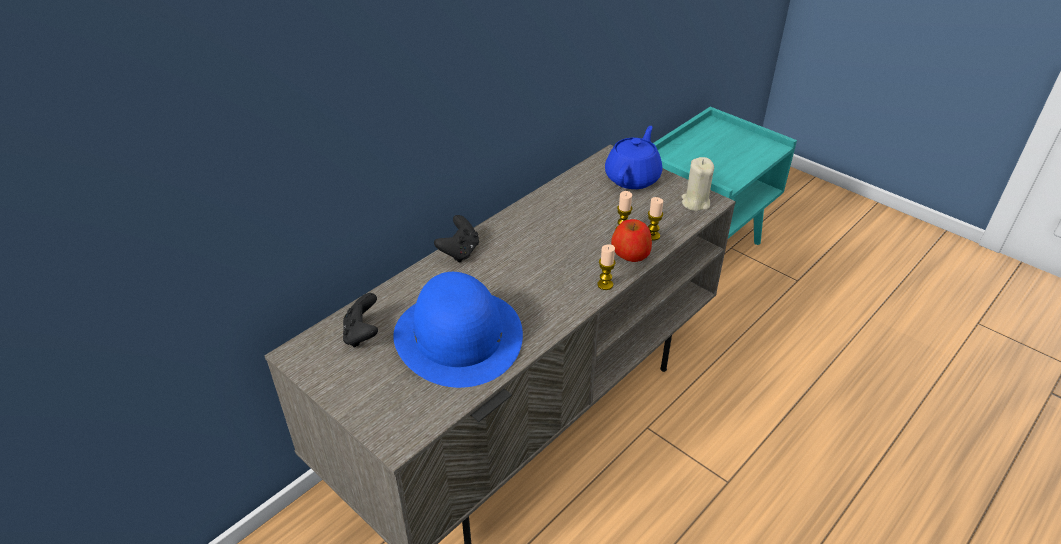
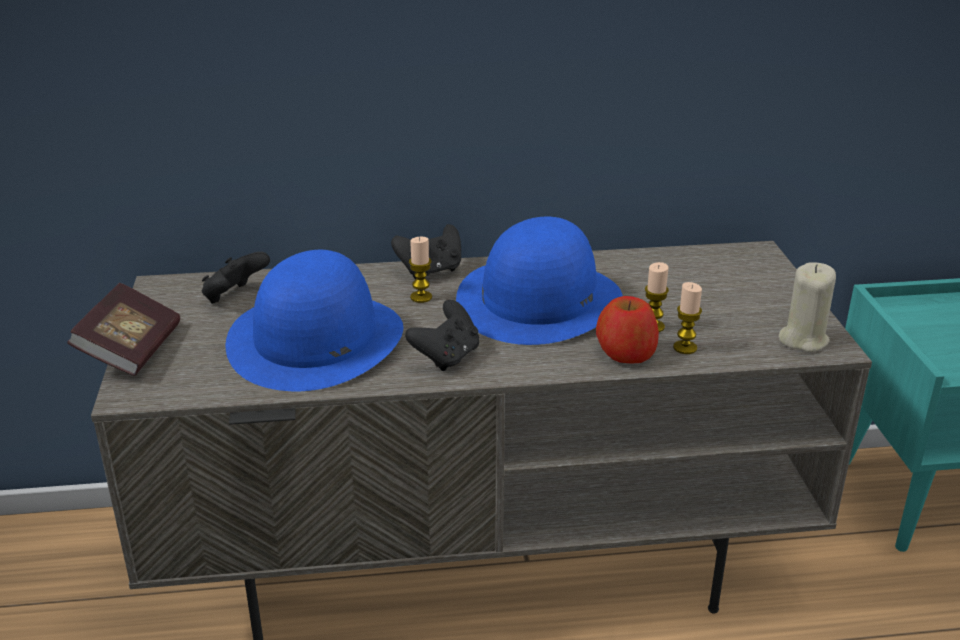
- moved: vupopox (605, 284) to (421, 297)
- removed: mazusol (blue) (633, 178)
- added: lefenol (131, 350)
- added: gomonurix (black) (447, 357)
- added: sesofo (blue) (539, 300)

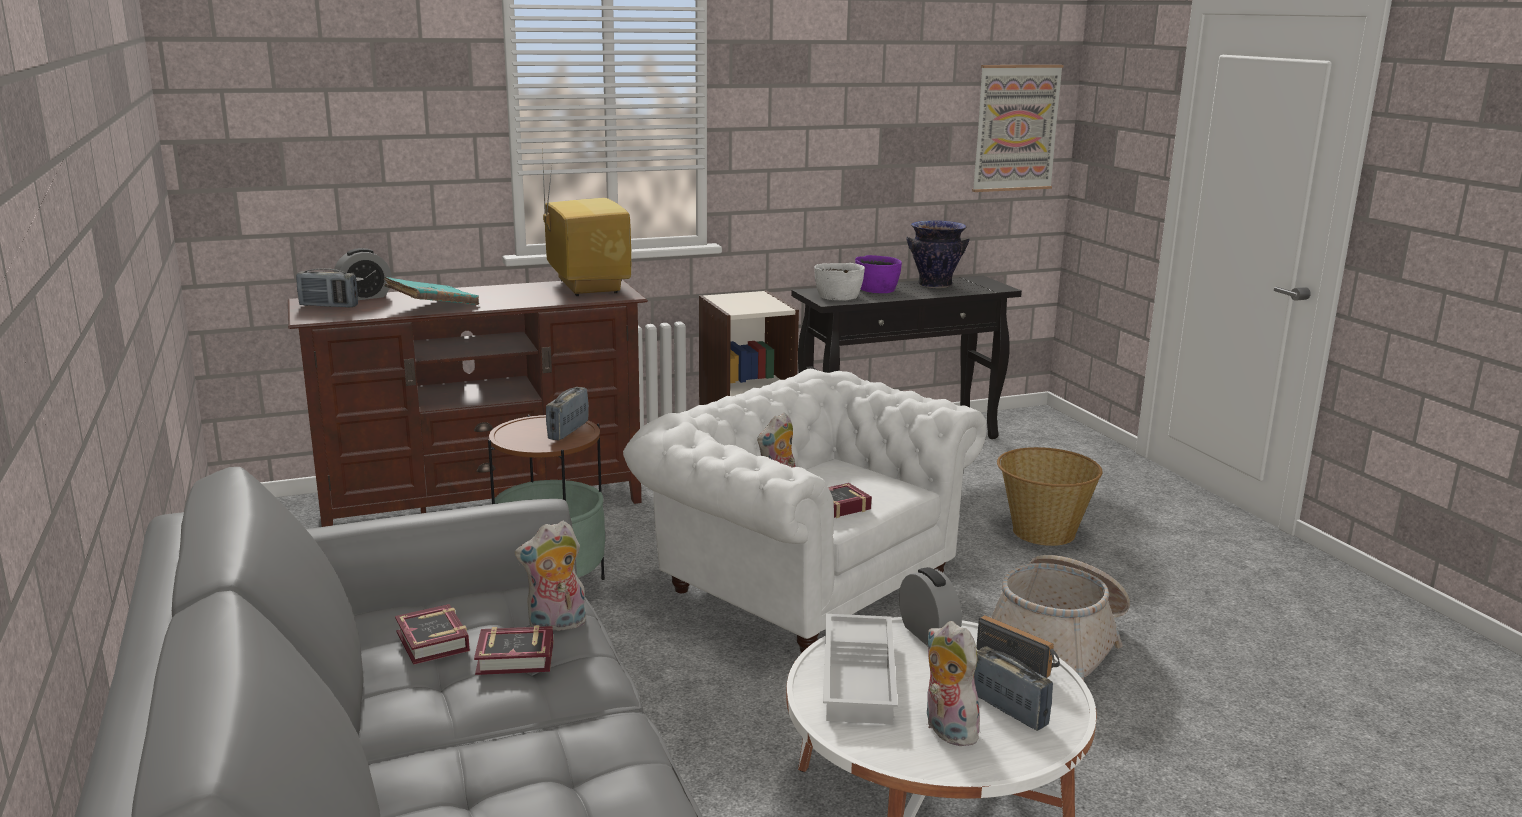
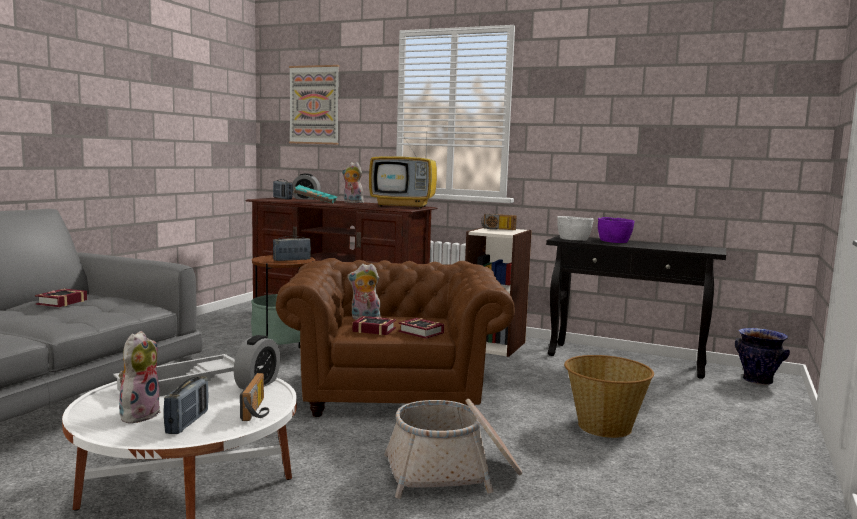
- moved: lefenol (518, 659) to (421, 333)
- moved: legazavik (556, 626) to (352, 202)
- turned: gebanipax (585, 286) = (404, 206) 75 degrees clockwise
- recoloured: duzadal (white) (801, 580) to duzadal (brown) (394, 391)
- moved: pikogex (935, 285) to (758, 381)
- moved: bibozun (1016, 128) to (314, 105)
- added: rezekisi (498, 229)

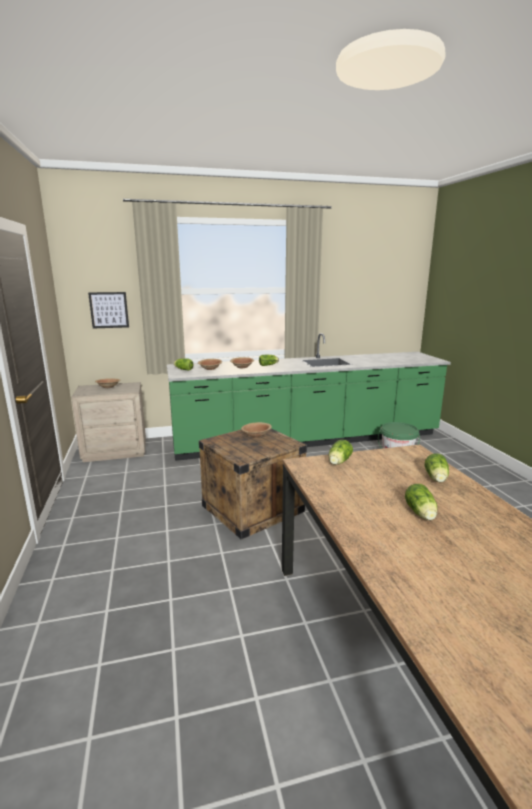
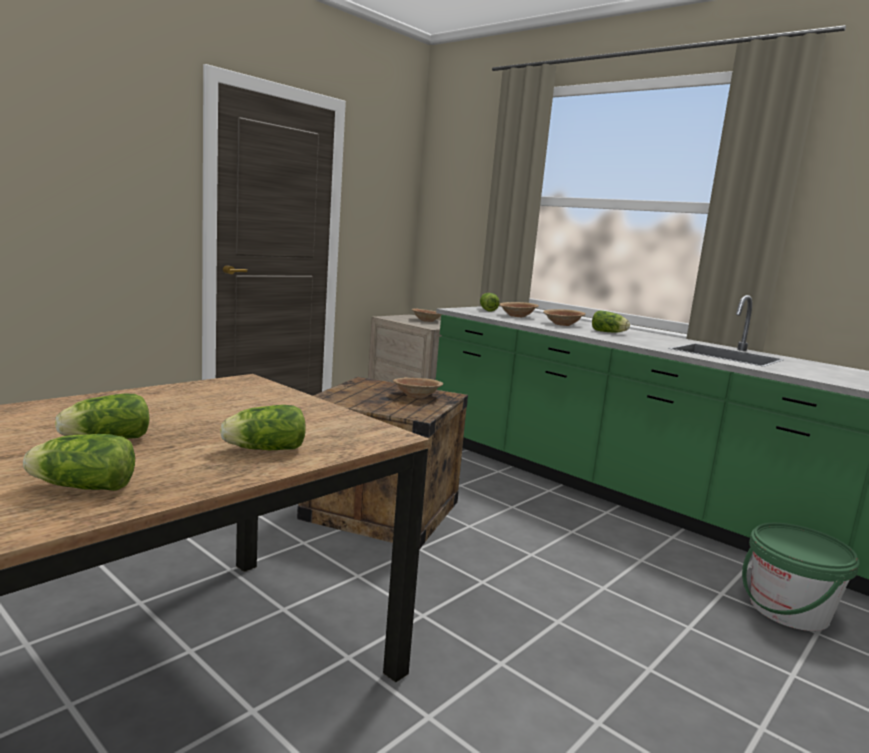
- removed: bibozun (109, 310)
- moved: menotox (338, 462) to (80, 487)

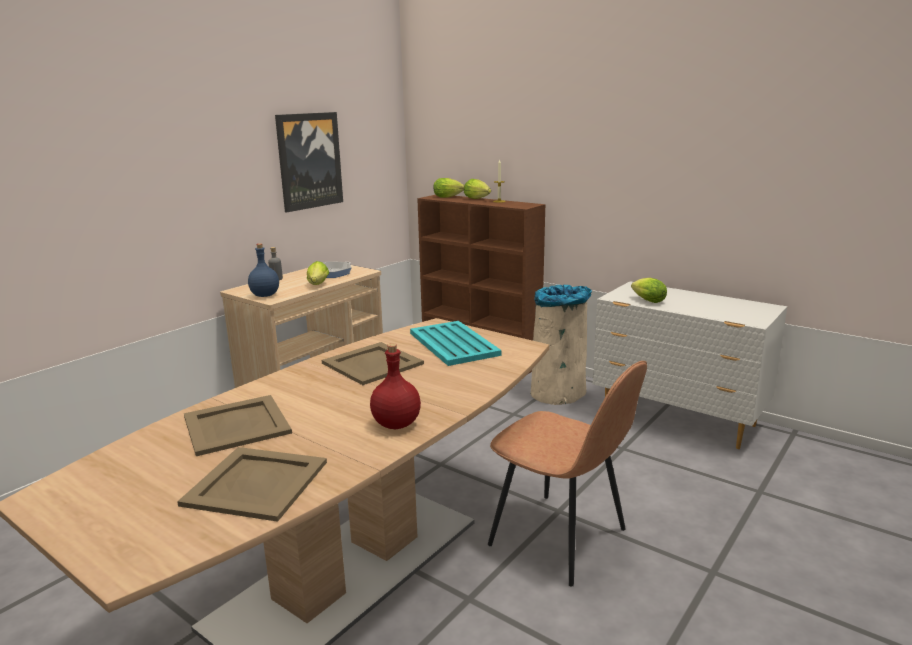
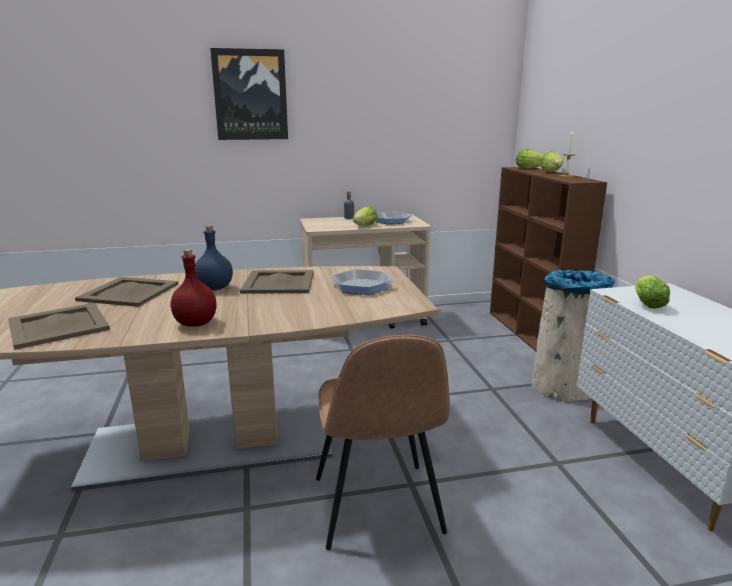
- moved: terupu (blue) (265, 295) to (215, 288)
- moved: bibozun (309, 161) to (250, 95)
- replaced: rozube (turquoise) (453, 344) to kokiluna (362, 286)

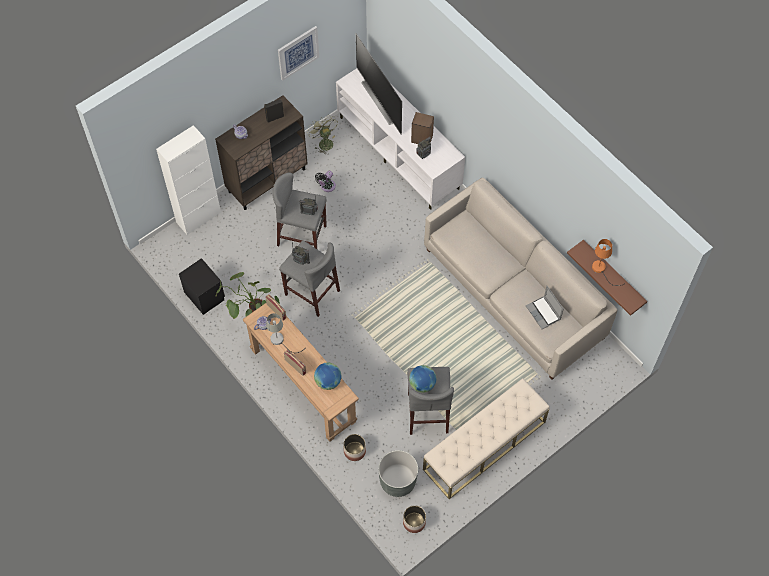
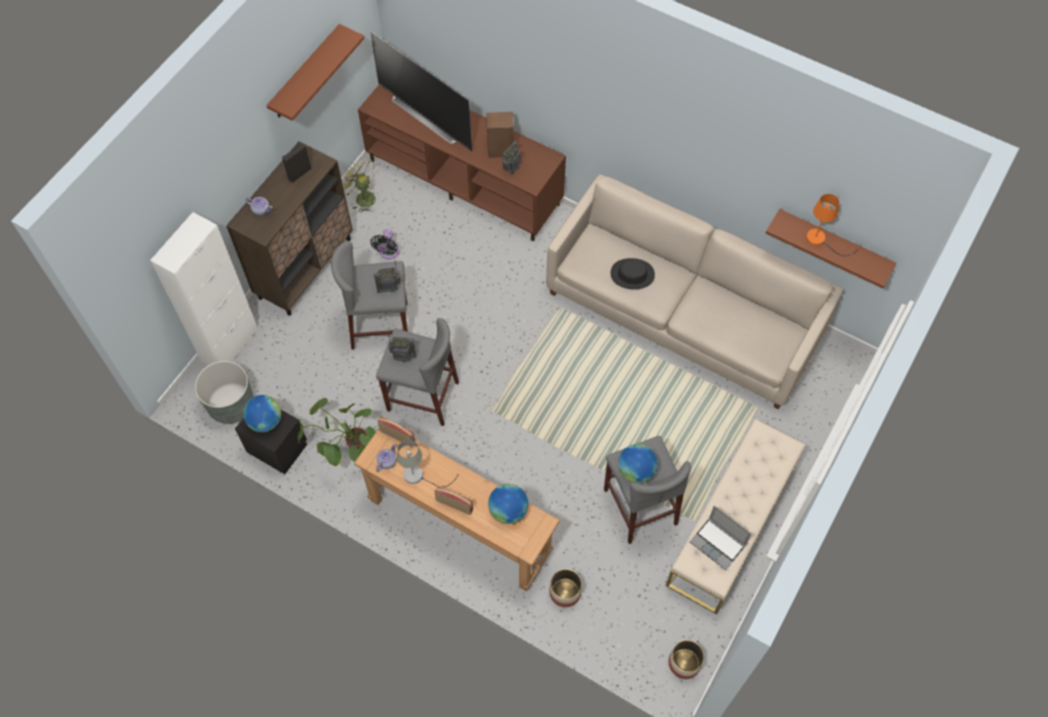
- replaced: bibozun (298, 52) to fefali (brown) (305, 73)
- recoloured: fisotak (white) (399, 153) to fisotak (brown) (464, 182)
- moved: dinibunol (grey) (398, 481) to (231, 404)
- moved: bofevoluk (544, 313) to (718, 544)
- added: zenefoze (265, 421)
- added: sesofo (black) (632, 274)

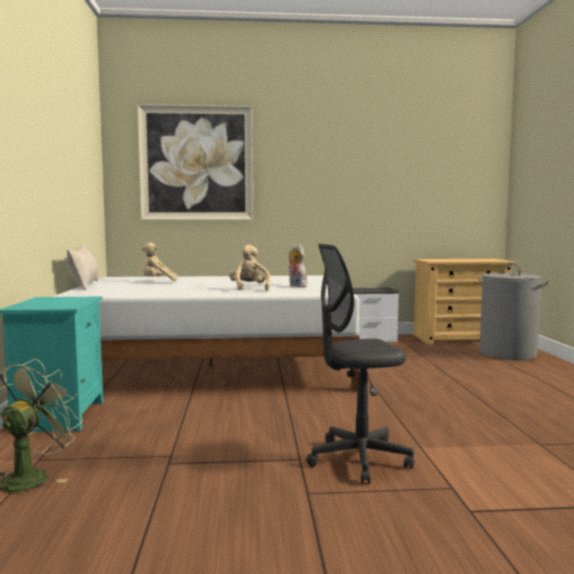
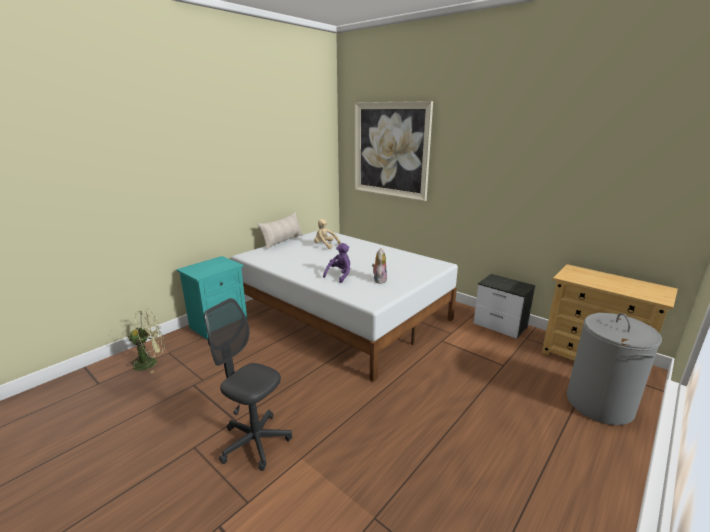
- recoloured: legazavik (beige) (249, 289) to legazavik (purple) (339, 275)

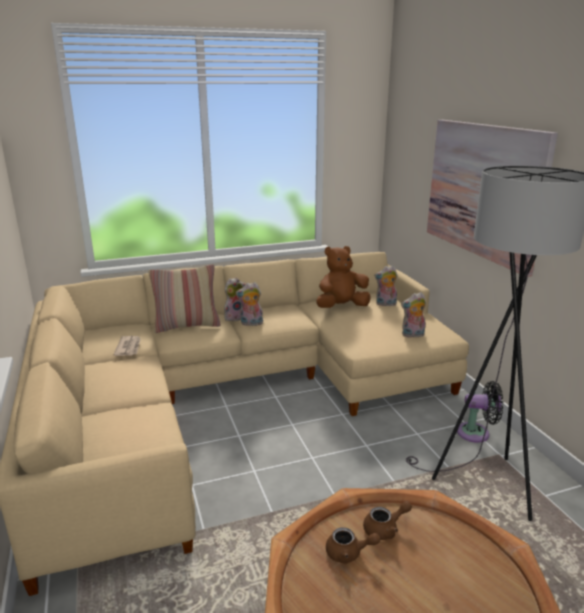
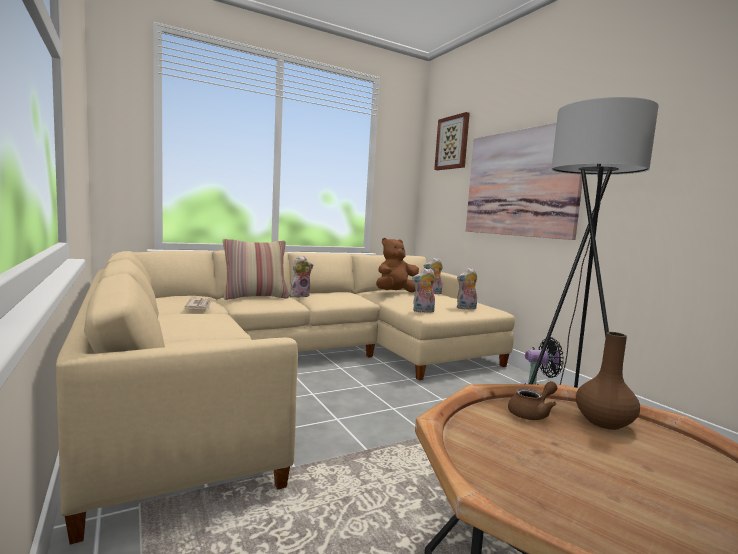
- moved: legazavik (251, 323) to (423, 311)
- removed: mazusol (brown) (348, 553)
- added: bibozun (452, 143)
- added: pikogex (brown) (605, 422)

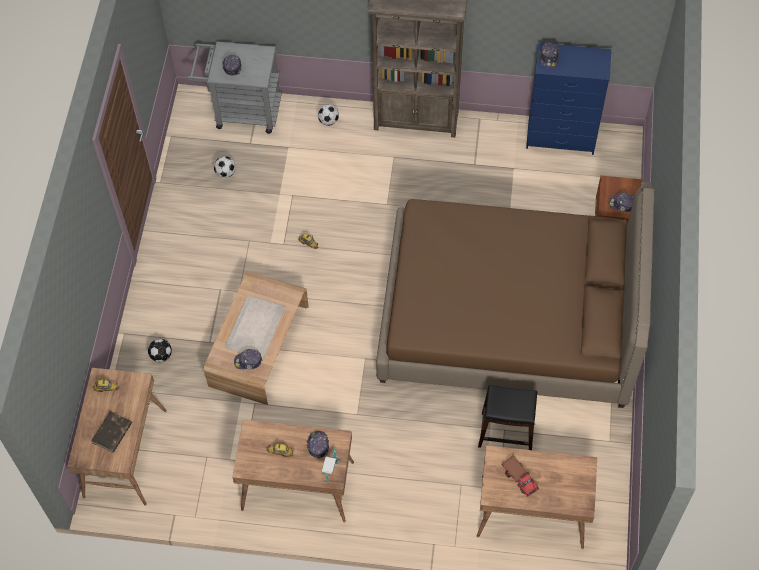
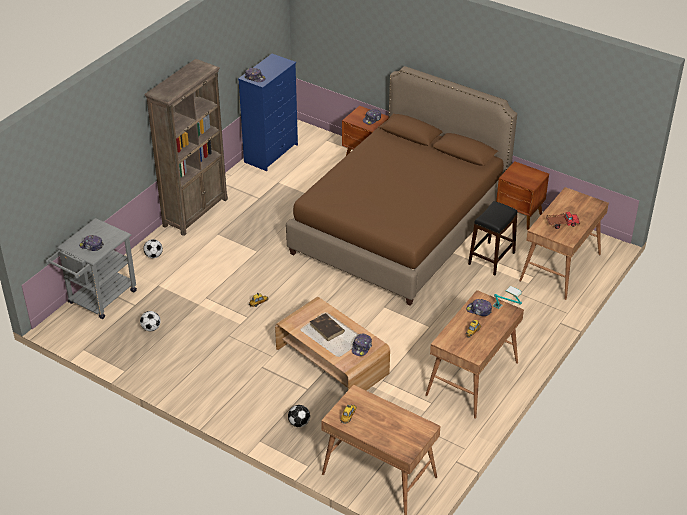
- moved: lefenol (brown) (112, 433) to (327, 328)
- added: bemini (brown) (520, 216)

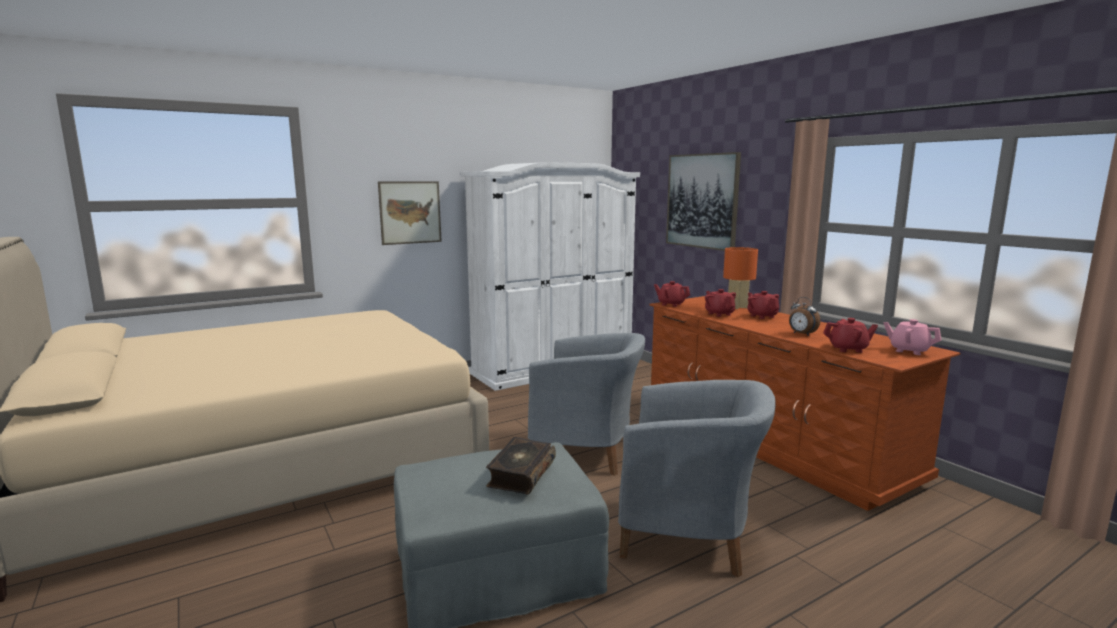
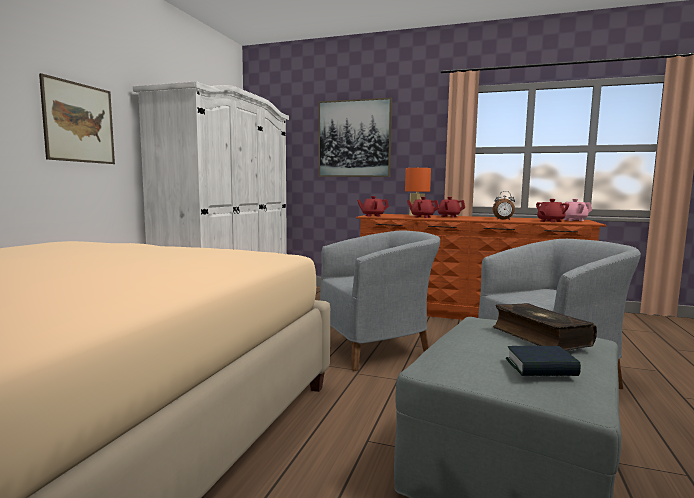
- added: lefenol (541, 368)

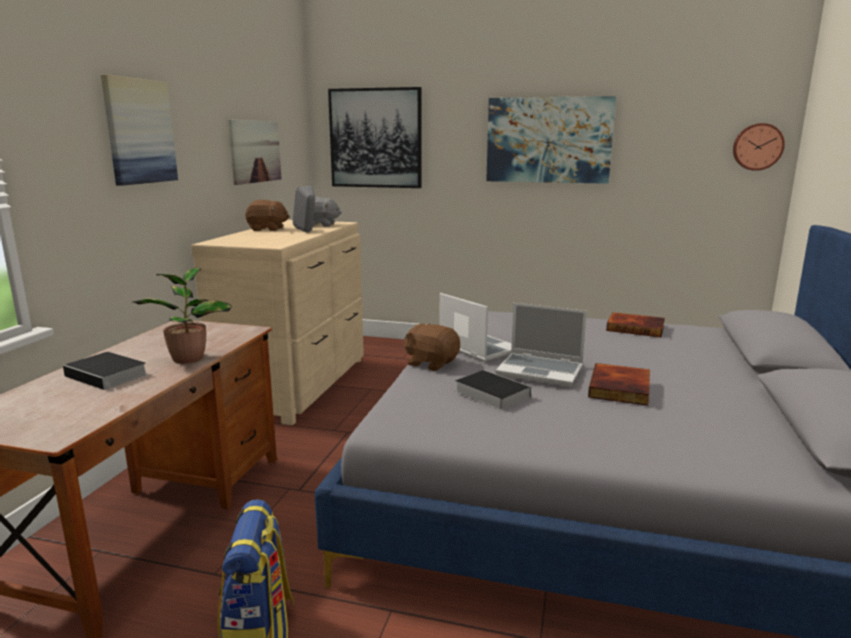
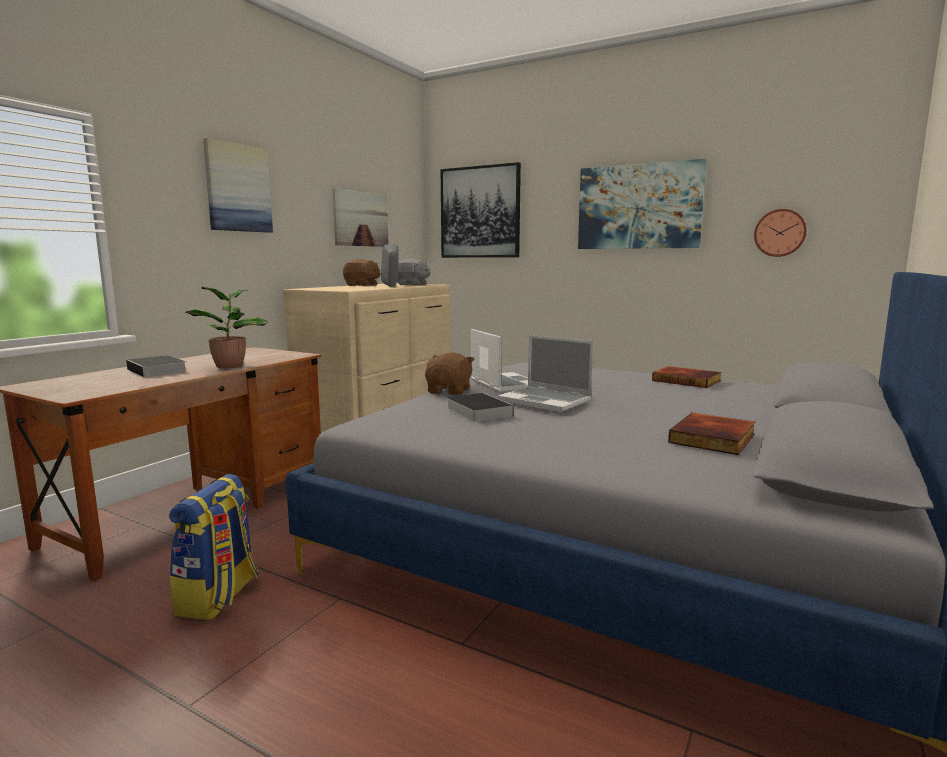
- turned: legazavik (brown) (431, 363) = (449, 391) 60 degrees clockwise
- moved: lefenol (621, 388) to (714, 438)
- moved: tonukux (757, 147) to (780, 233)

